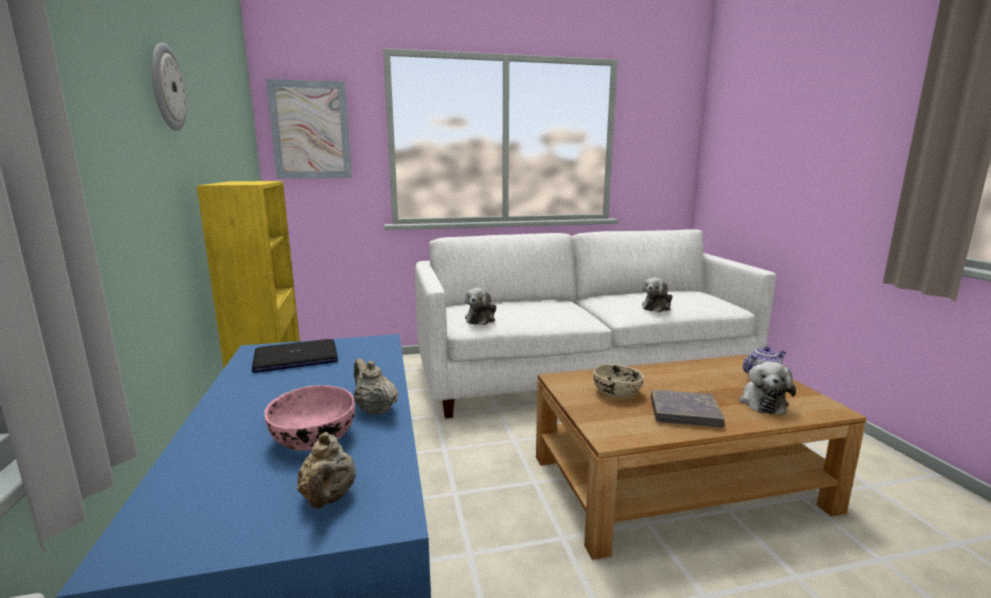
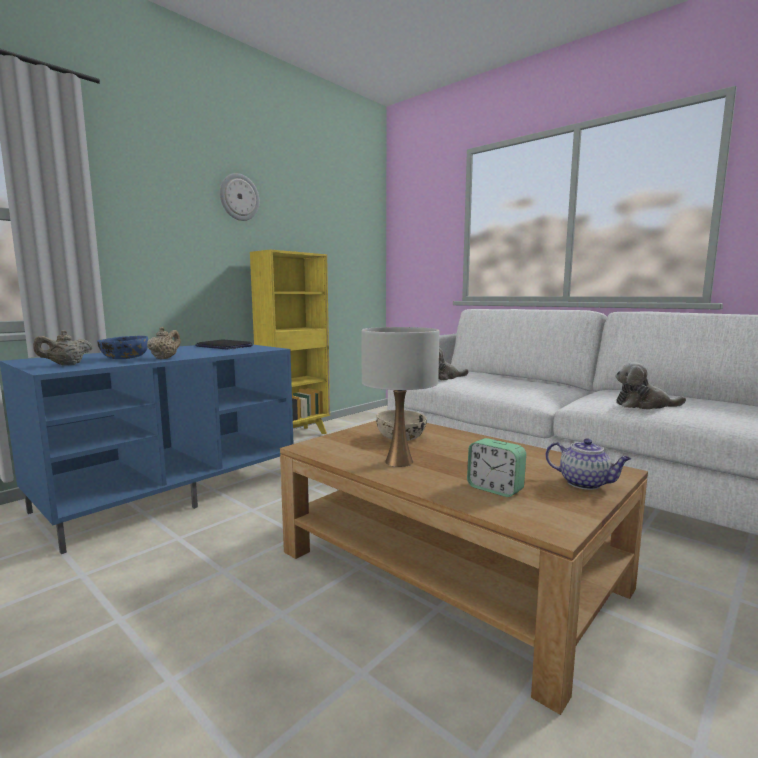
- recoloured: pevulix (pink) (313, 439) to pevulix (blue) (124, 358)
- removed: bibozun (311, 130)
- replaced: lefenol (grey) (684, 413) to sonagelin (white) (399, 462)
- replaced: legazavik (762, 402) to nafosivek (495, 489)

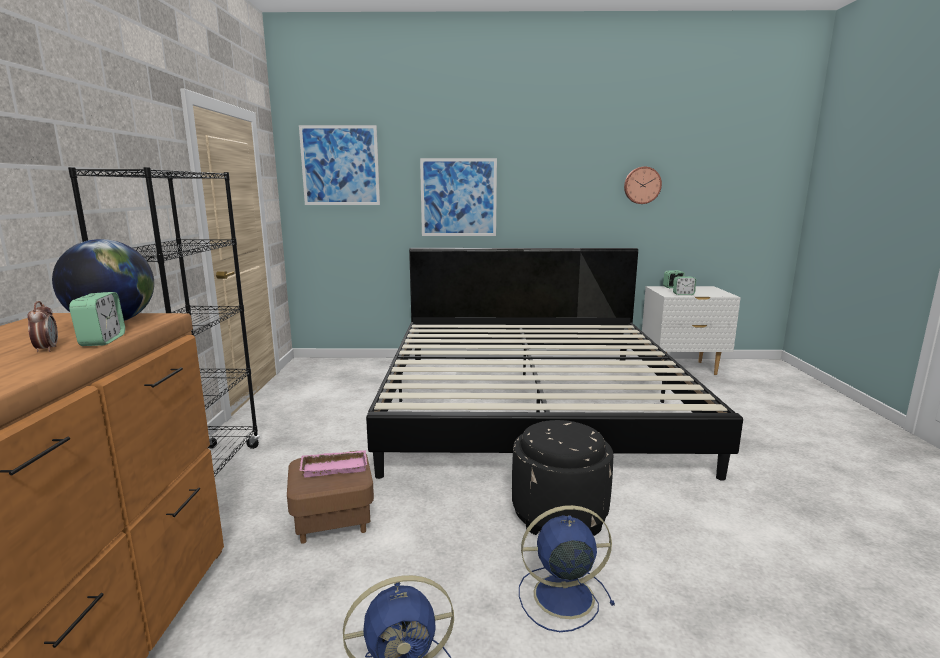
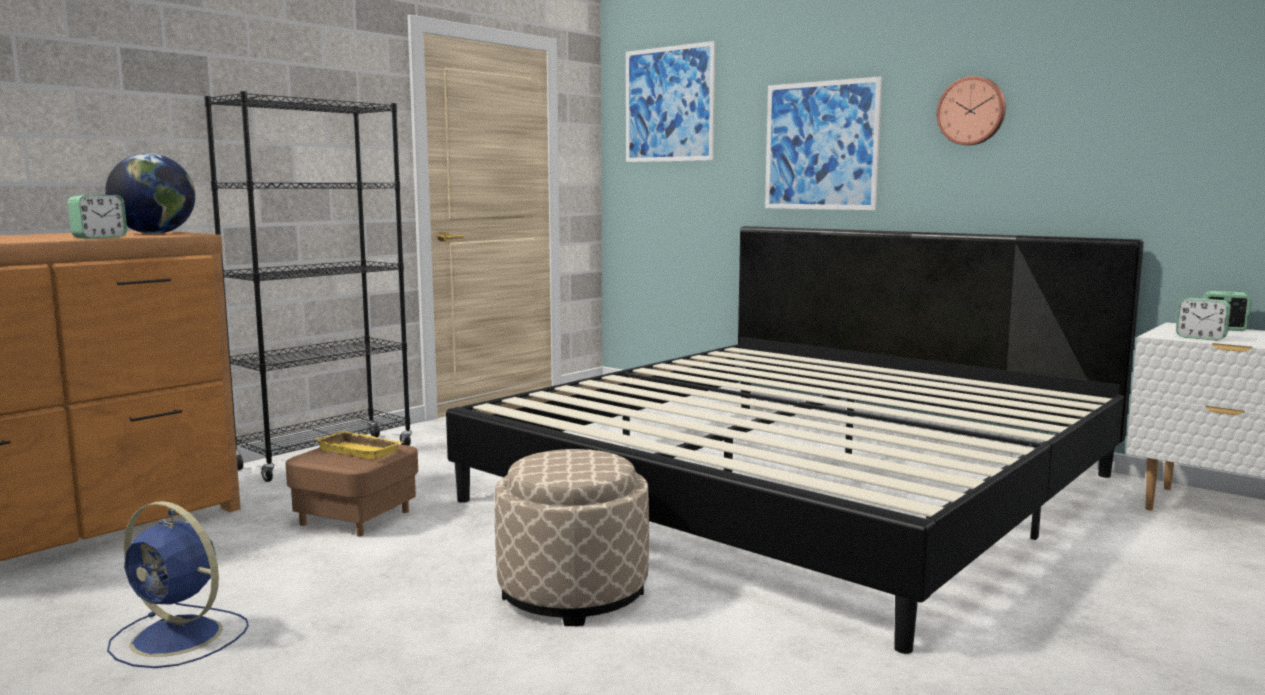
- removed: nafosivek (47, 349)
- recoloured: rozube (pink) (335, 467) to rozube (yellow) (362, 450)
- recoloured: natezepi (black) (559, 513) to natezepi (beige) (573, 593)
- removed: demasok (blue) (560, 596)
- moved: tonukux (642, 185) to (972, 111)

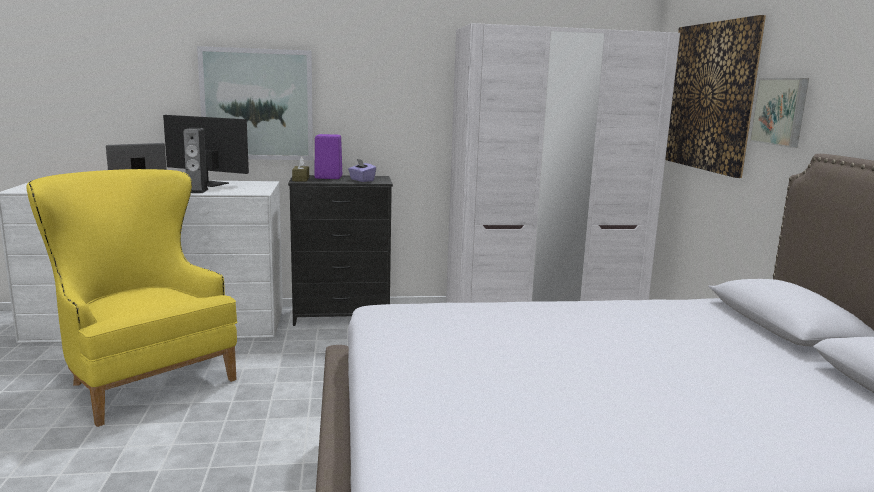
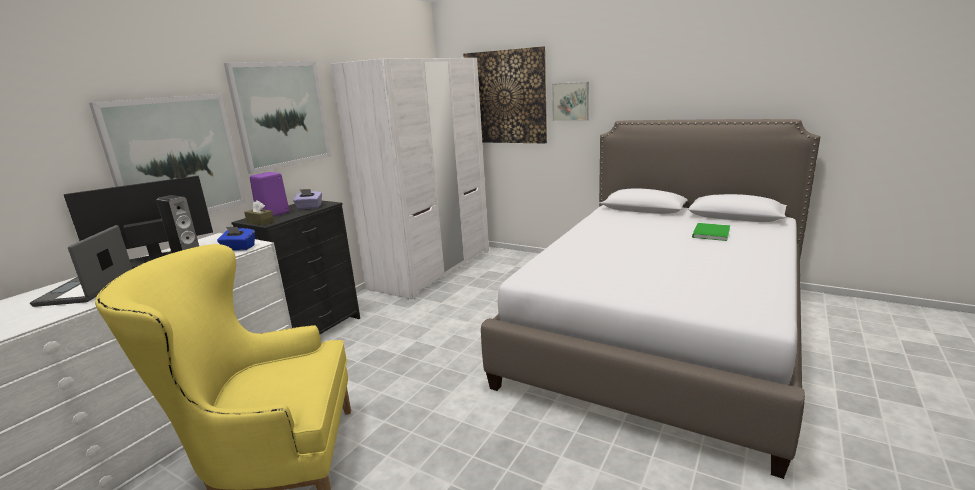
- added: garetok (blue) (239, 248)
- added: bibozun (281, 115)
- added: lefenol (green) (709, 233)

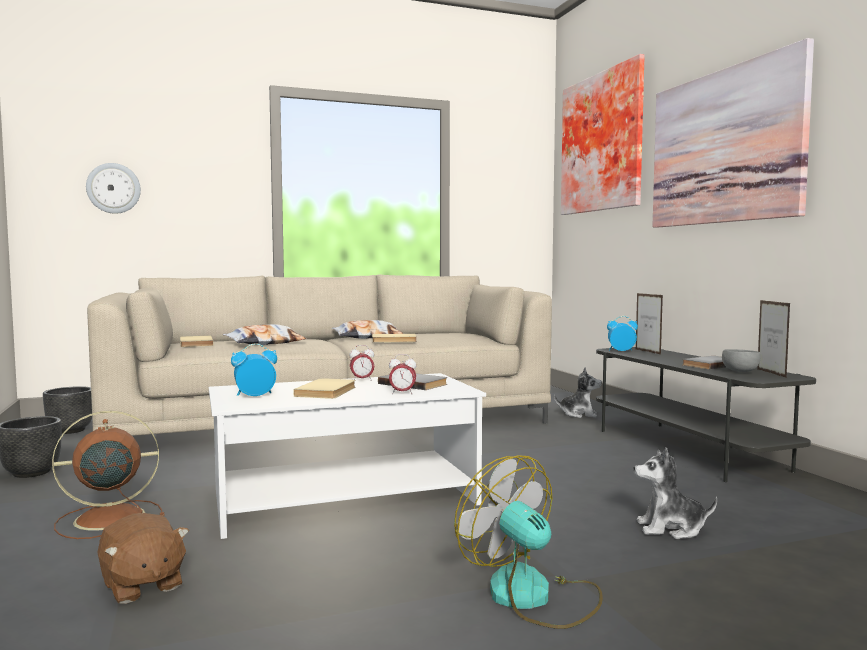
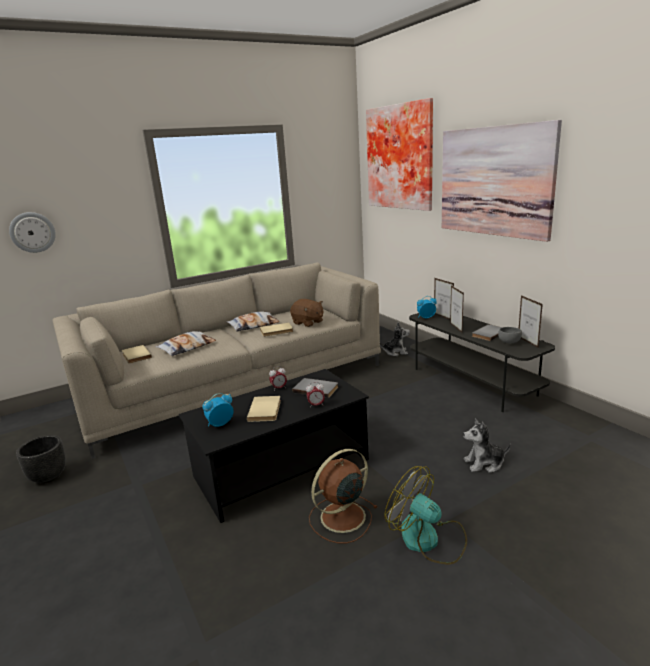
- removed: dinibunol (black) (70, 430)
- moved: demasok (brown) (106, 519) to (341, 517)
- moved: legazavik (brown) (141, 586) to (308, 323)
- recoloured: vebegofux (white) (347, 498) to vebegofux (black) (282, 467)
- added: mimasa (456, 328)

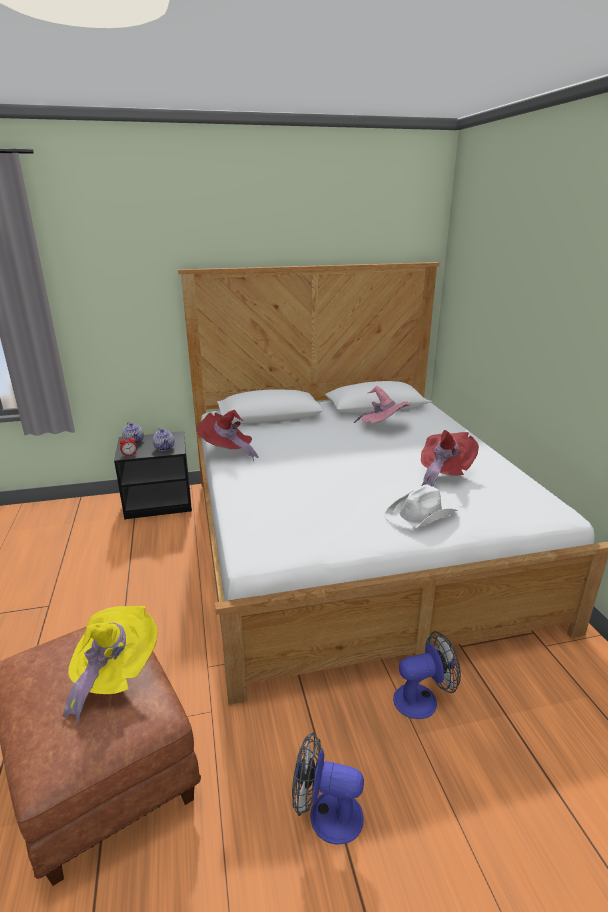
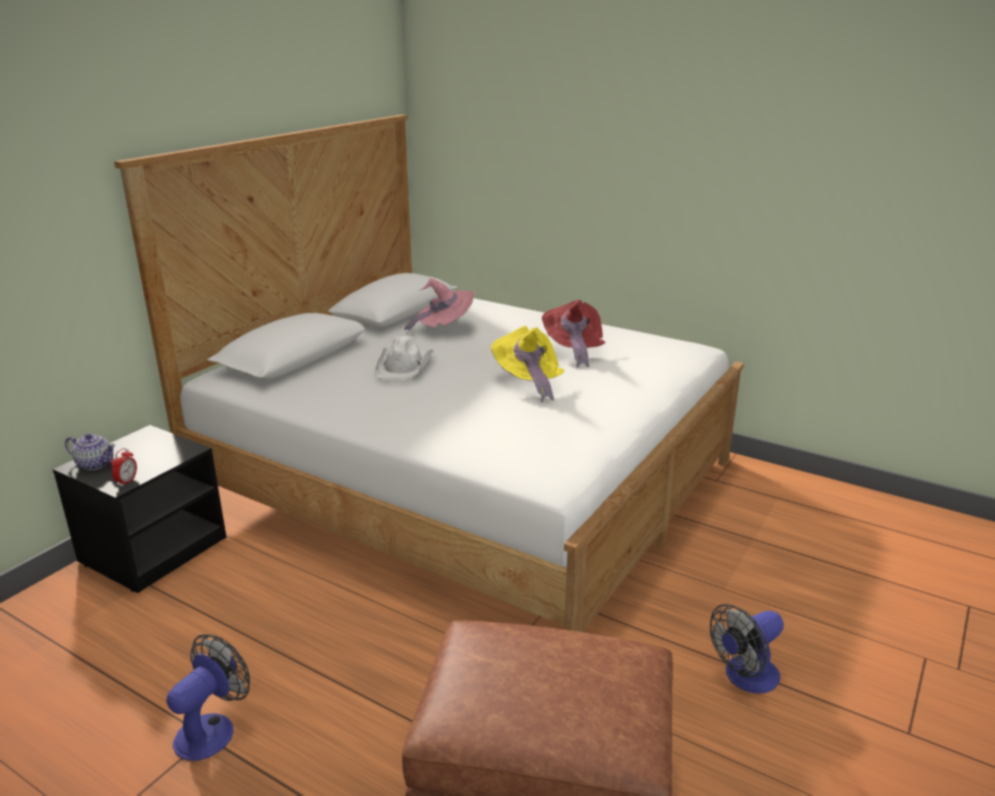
- moved: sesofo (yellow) (114, 674) to (528, 382)
- removed: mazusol (164, 448)
- removed: sesofo (red) (227, 452)
- moved: sesofo (white) (421, 514) to (404, 365)
- moved: demasok (422, 699) to (212, 729)

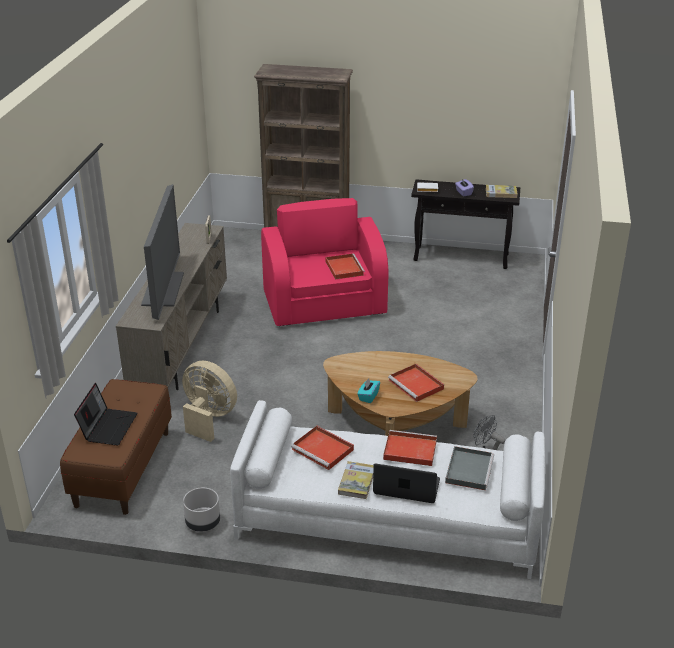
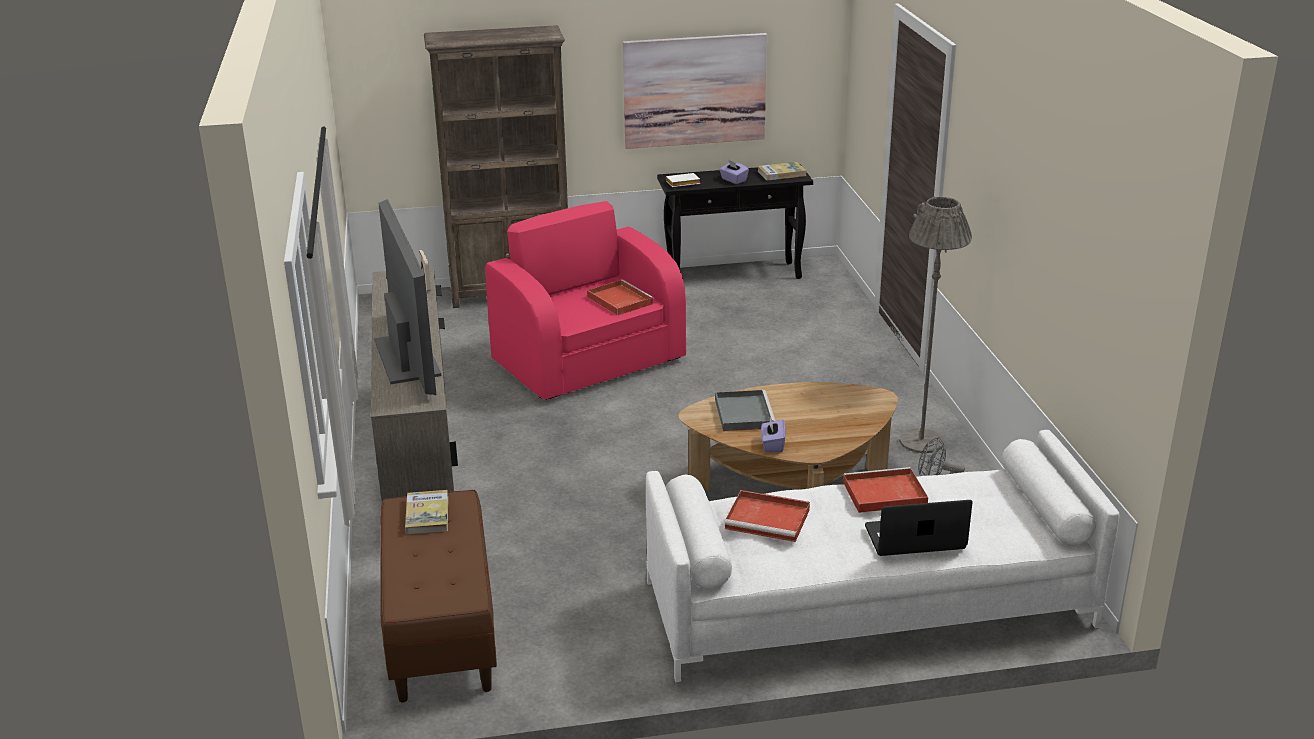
- removed: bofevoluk (108, 426)
- removed: demasok (beige) (208, 418)
- removed: dinibunol (grey) (202, 523)
- moved: lefenol (356, 482) to (427, 515)
- recoloured: garetok (turquoise) (368, 396) to garetok (purple) (772, 445)
- removed: rozube (red) (417, 385)
- moved: rozube (grey) (469, 469) to (743, 413)
- added: bibozun (694, 90)
- added: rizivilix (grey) (921, 441)

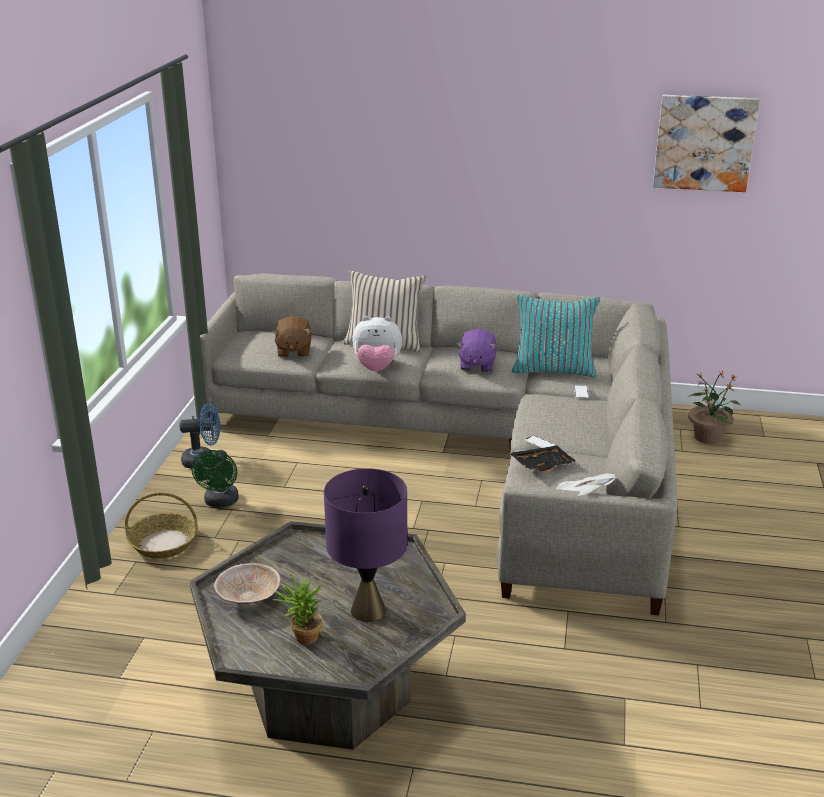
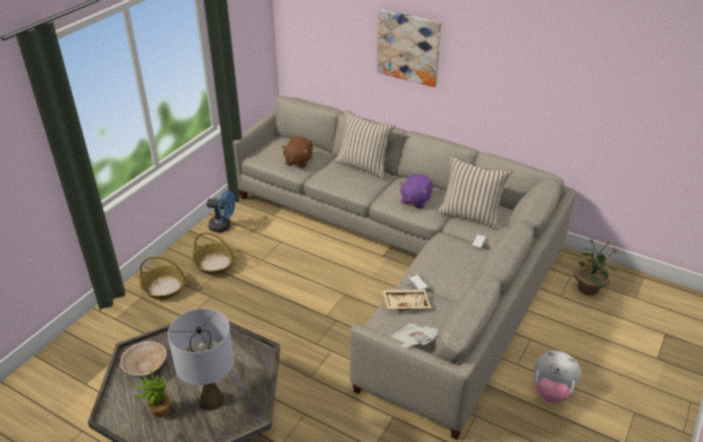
- replaced: demasok (green) (220, 502) to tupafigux (215, 263)
- recoloured: sonagelin (purple) (368, 610) to sonagelin (grey) (212, 399)
- moved: legazavik (377, 368) to (551, 391)
- recoloured: rozube (black) (541, 464) to rozube (beige) (406, 303)
- recoloured: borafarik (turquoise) (553, 369) to borafarik (beige) (470, 215)
- moved: bibozun (704, 143) to (409, 47)

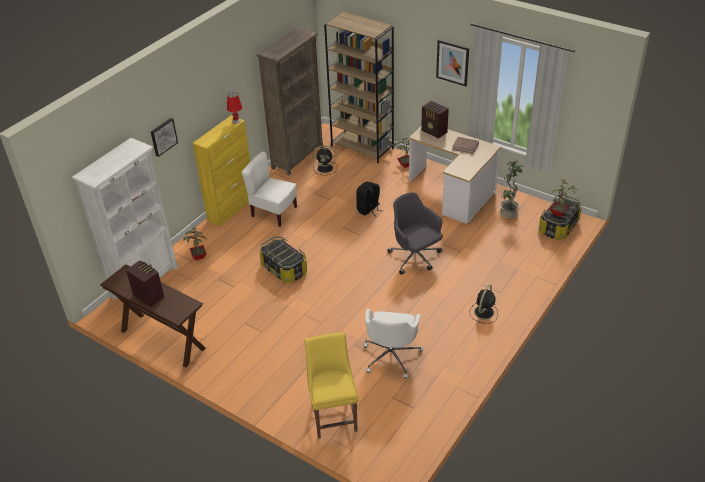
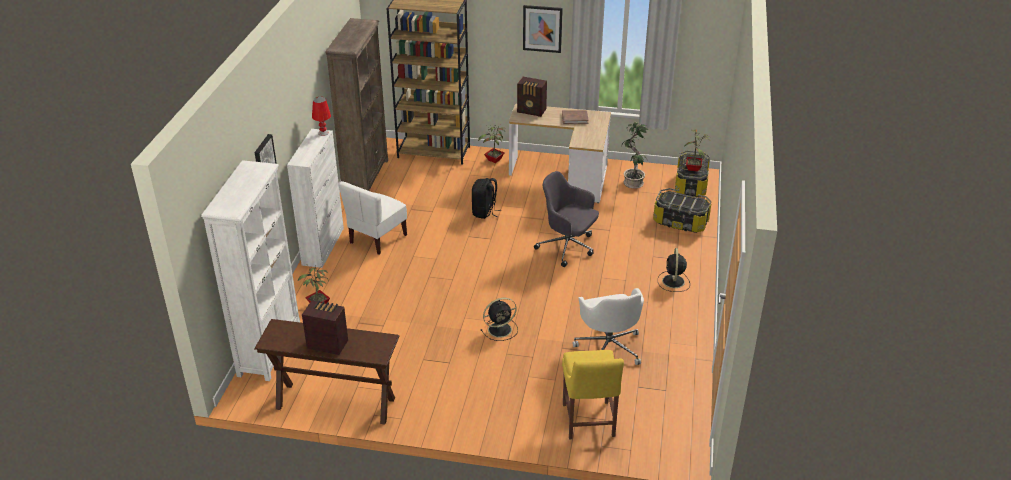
- recoloured: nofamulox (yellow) (231, 208) to nofamulox (white) (323, 246)
- turned: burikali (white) (273, 212) = (377, 239) 60 degrees counterclockwise
- moved: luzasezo (284, 269) to (680, 222)
- turned: burikali (yellow) (334, 415) = (588, 422) 150 degrees counterclockwise
- moved: demasok (black) (326, 168) to (501, 329)

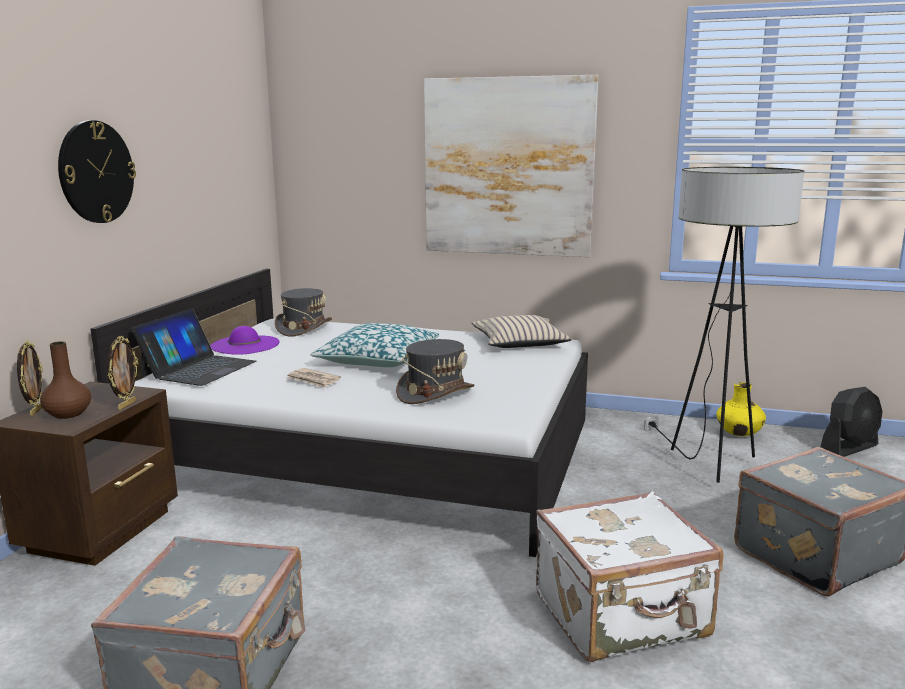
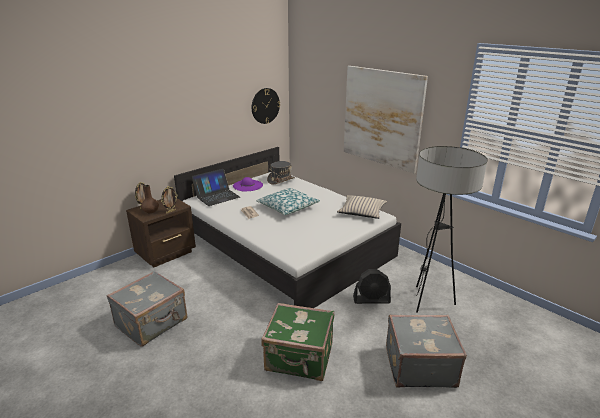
- moved: tonukux (96, 172) to (265, 106)
- removed: sesofo (grey) (435, 393)
- recoloured: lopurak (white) (622, 617) to lopurak (green) (299, 358)
- removed: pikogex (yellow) (739, 434)
- moved: demasok (black) (849, 448) to (371, 300)

